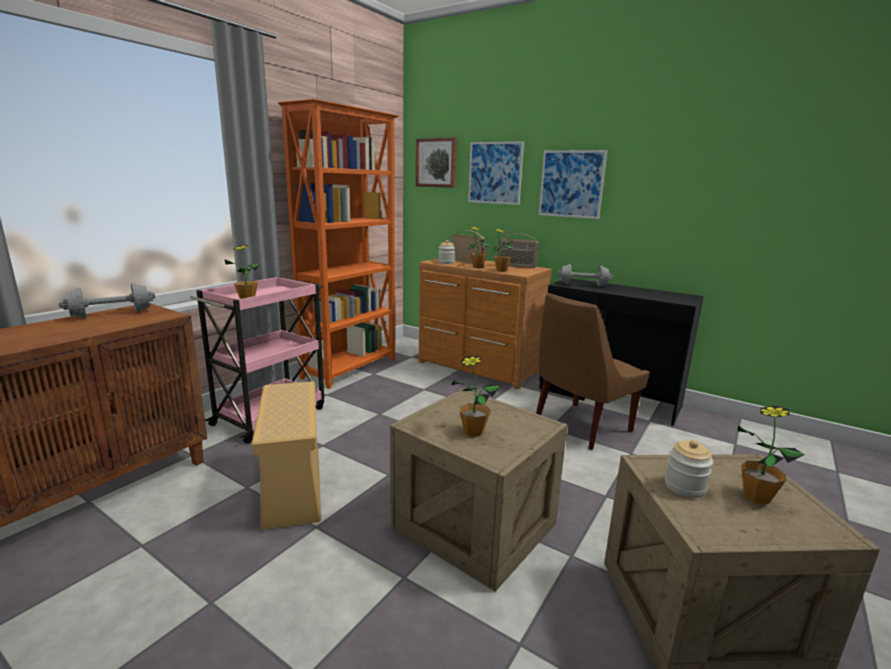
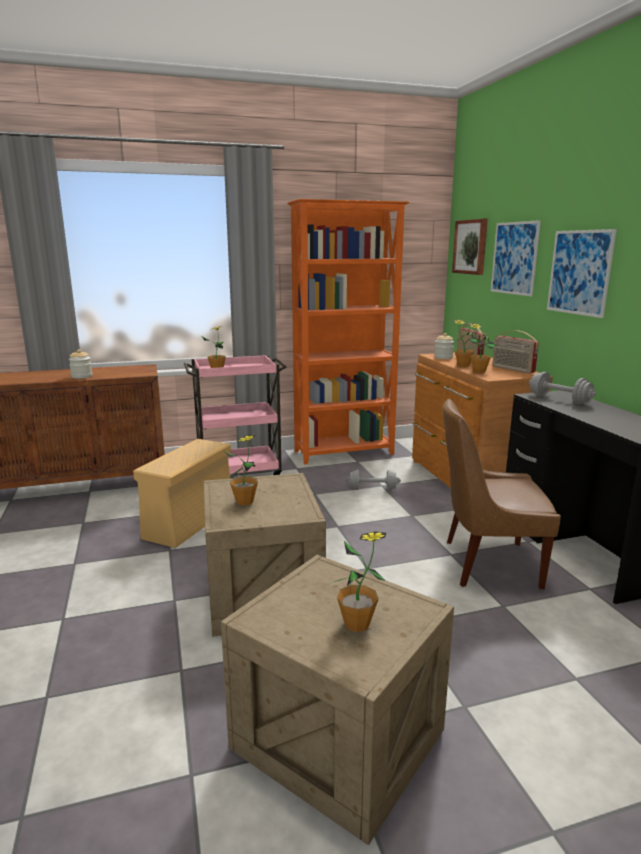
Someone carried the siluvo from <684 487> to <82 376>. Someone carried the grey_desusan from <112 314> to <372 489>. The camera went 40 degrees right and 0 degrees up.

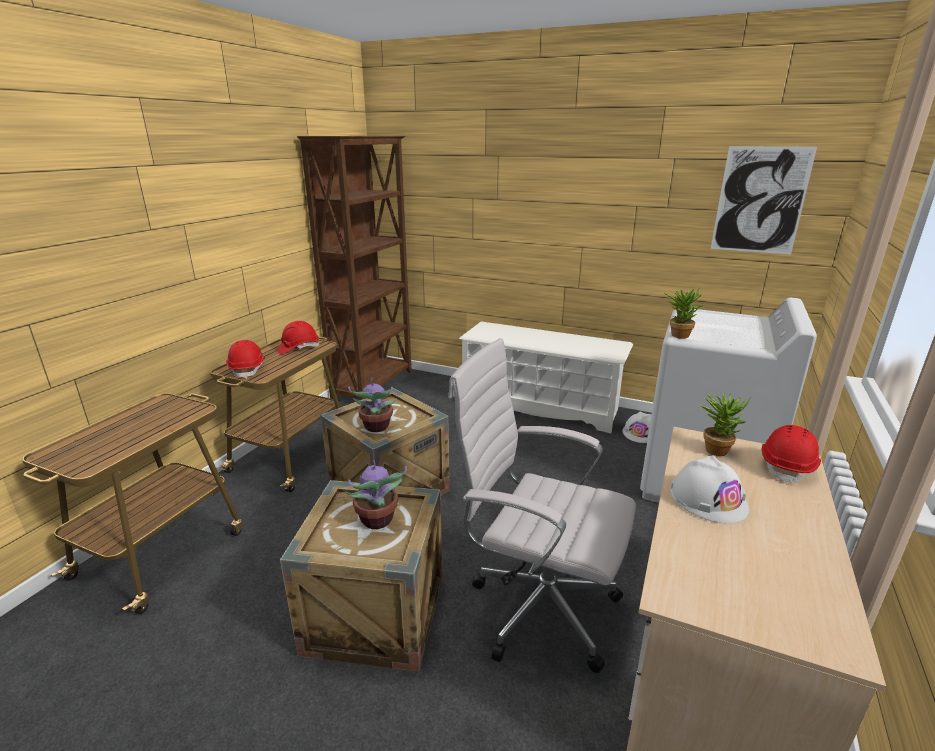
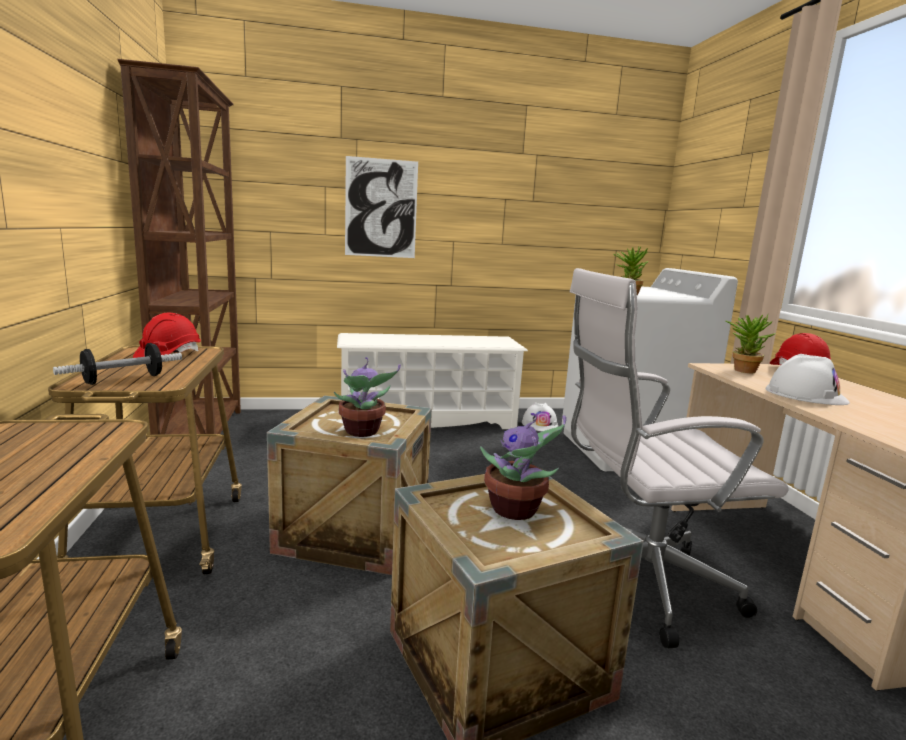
Someone swapped the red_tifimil at <248 369> for the desusan at <123 379>. Someone carried the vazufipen from <760 200> to <381 208>. The camera went 35 degrees left and 10 degrees down.

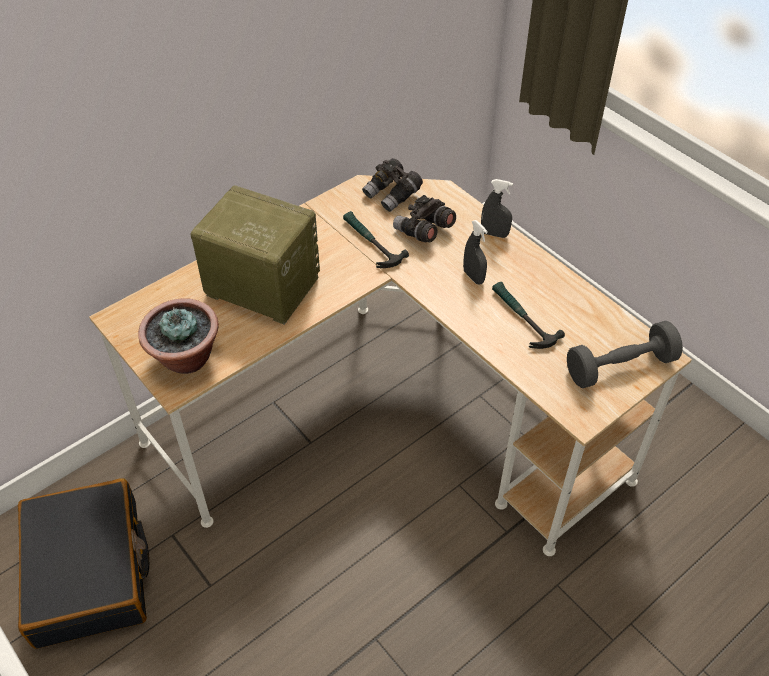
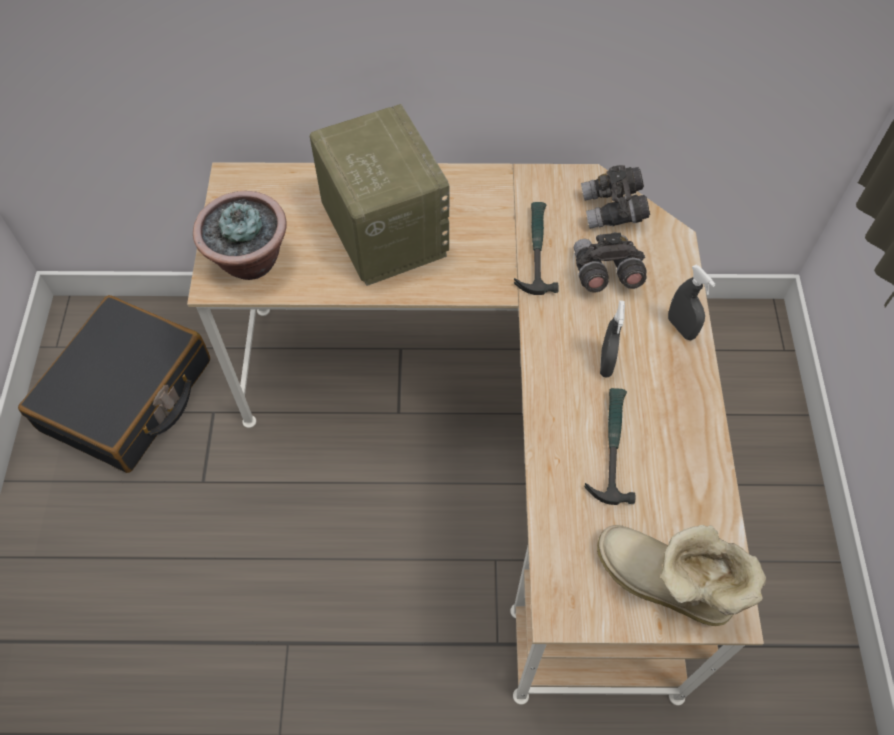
Someone swapped the grey_desusan at <620 367> for the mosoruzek at <665 586>. The camera went 40 degrees right and 10 degrees up.

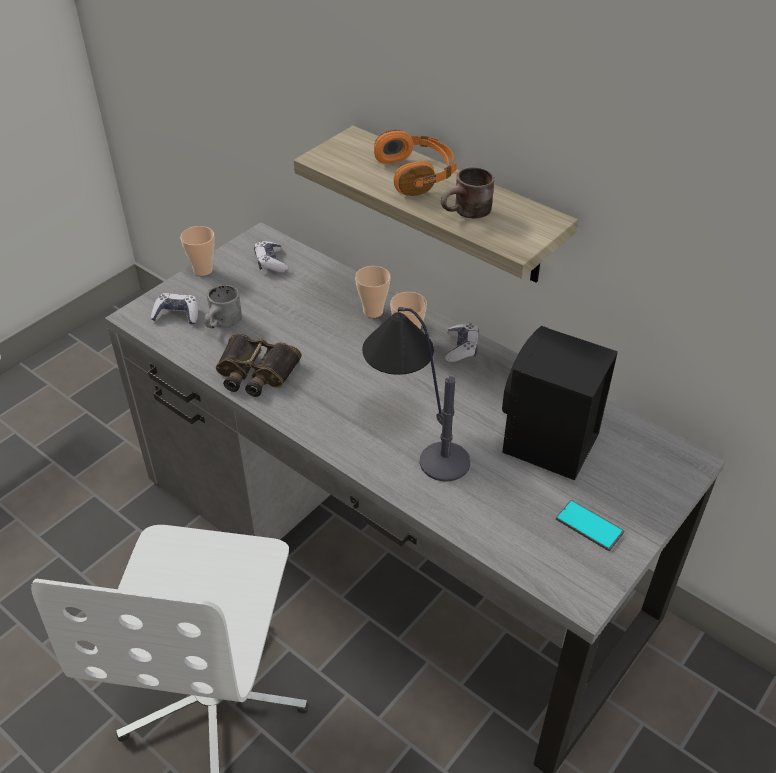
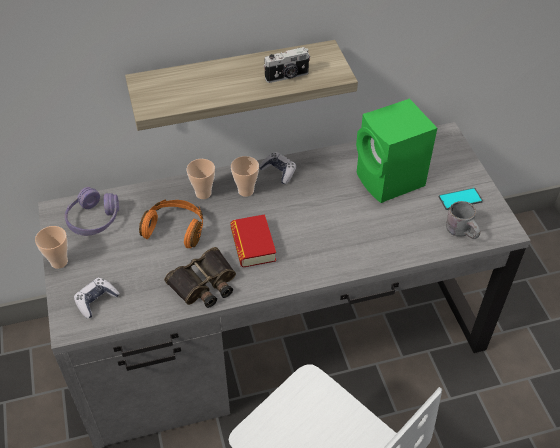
Someone swapped the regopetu at <271 262> for the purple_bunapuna at <93 219>. Someone carried the orange_bunapuna from <417 174> to <175 229>. Someone put down the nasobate at <253 245>. Someone swapped the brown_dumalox at <468 214> for the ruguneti at <287 76>. Someone repainted the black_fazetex at <547 445>, which became the green_fazetex at <390 181>. Someone carried the grey_dumalox from <225 324> to <463 231>. Someone took away the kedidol at <414 430>. The camera went 55 degrees left and 5 degrees up.

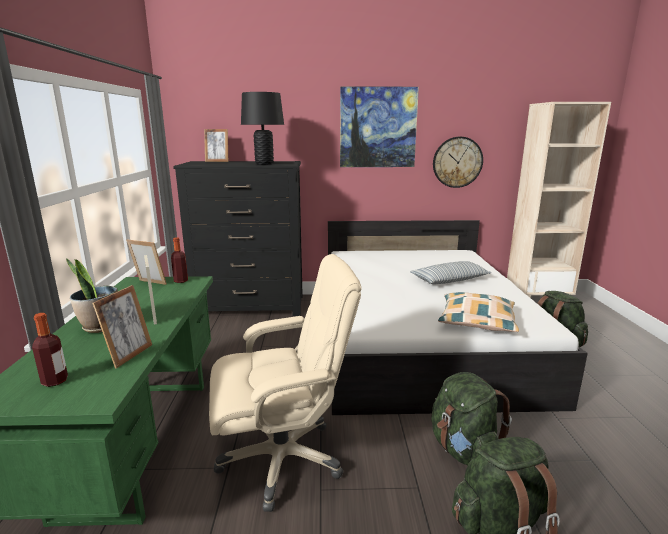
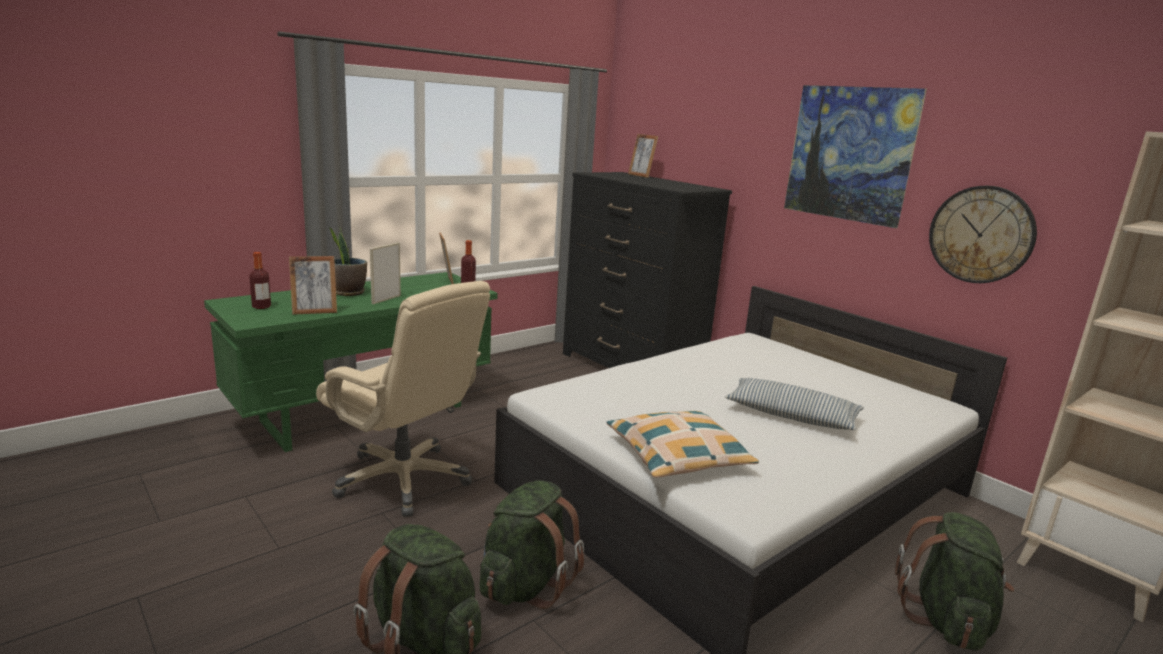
Someone took away the black_kedidol at <264 164>. The camera went 50 degrees right and 0 degrees up.

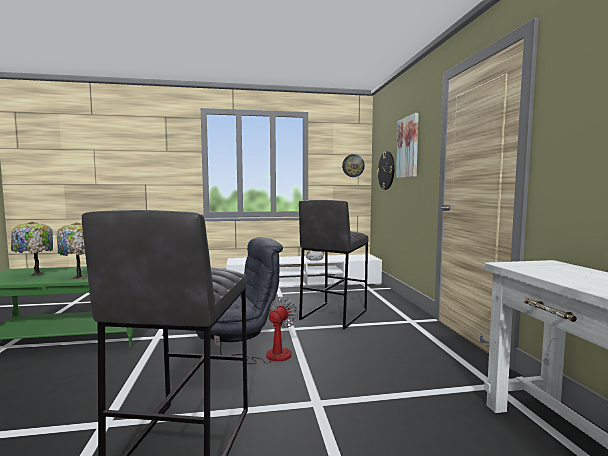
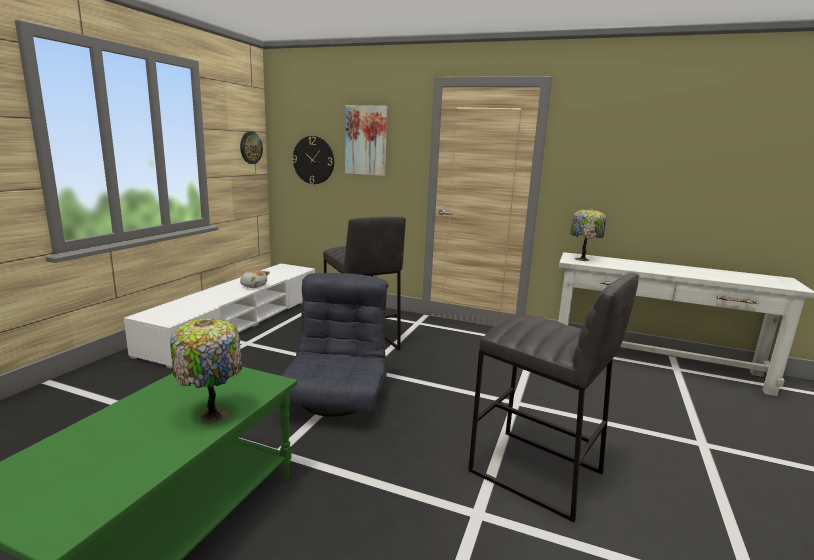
Someone carried the kedidol from <35 275> to <582 259>. Someone took away the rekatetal at <268 356>. The camera went 60 degrees left and 10 degrees up.

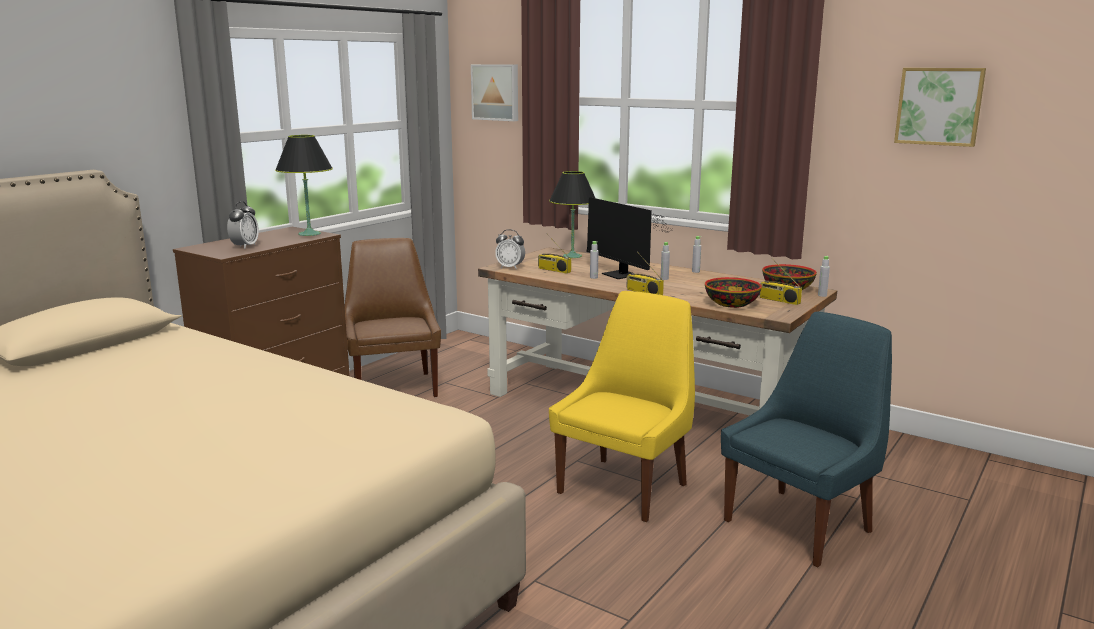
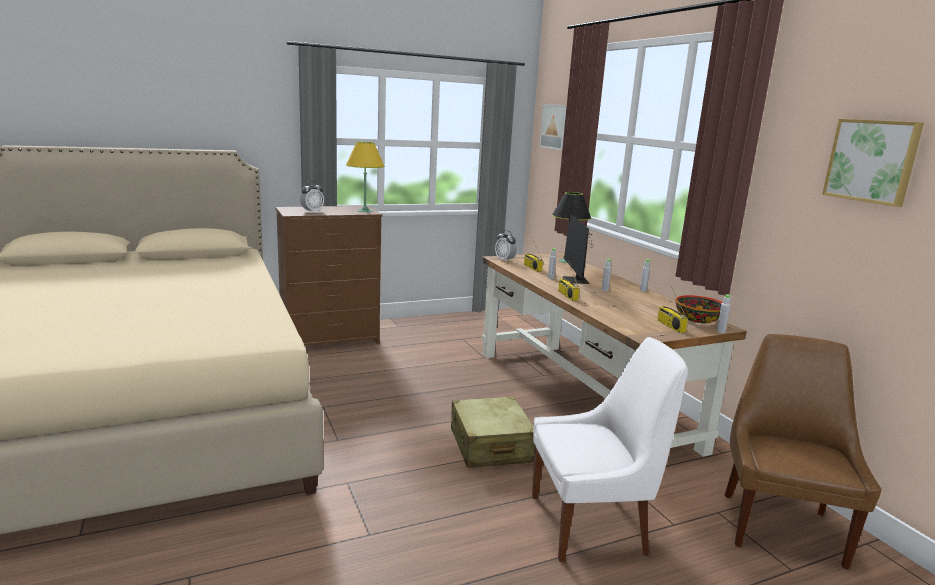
Someone repainted the black_kedidol at <309 234>, which became the yellow_kedidol at <364 211>. Someone swapped the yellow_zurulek at <625 487> for the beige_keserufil at <490 445>. Someone repainted the blue_zurulek at <801 524>, which became the white_zurulek at <592 524>. Someone carried the brown_zurulek from <394 387> to <780 526>. Someone took away the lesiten at <732 304>. The camera went 30 degrees right and 0 degrees up.

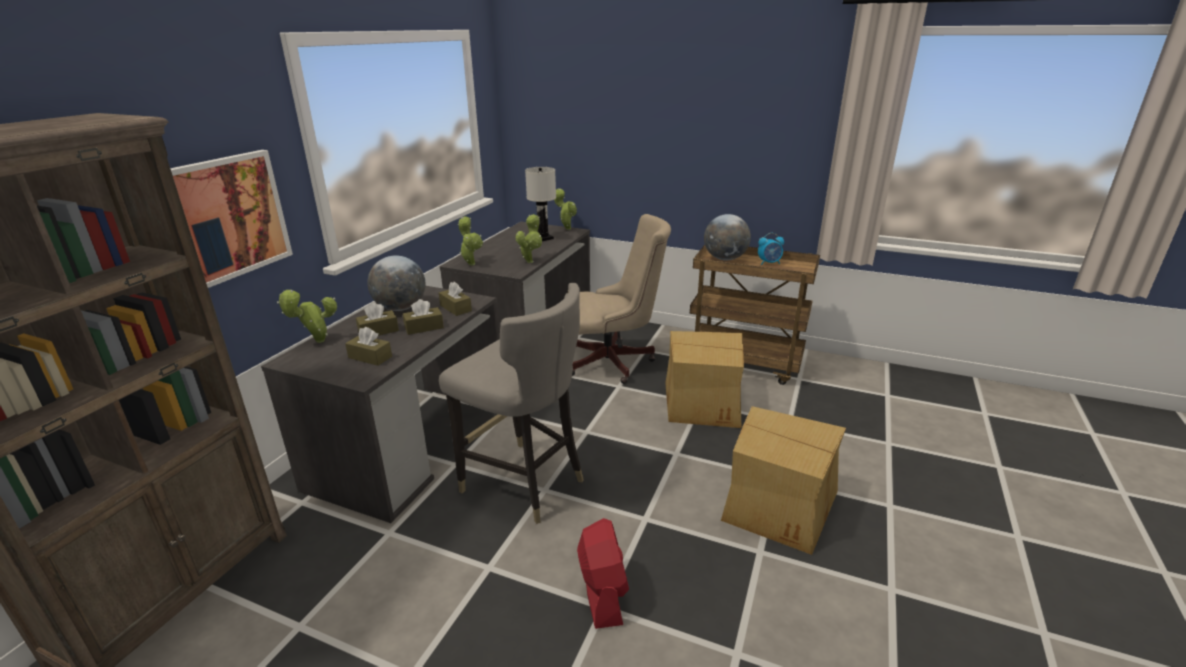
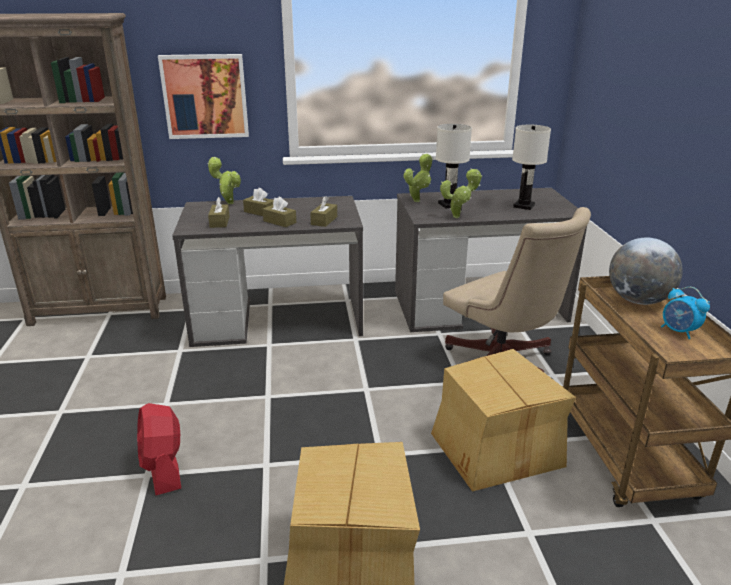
Someone rotated the red_rekatetal at <602 592> by 105 degrees clockwise. Someone put down the white_kedidol at <449 204>. Someone took away the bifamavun at <400 308>. Someone took away the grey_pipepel at <525 484>. Someone took away the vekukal at <567 228>. The camera went 60 degrees right and 0 degrees up.

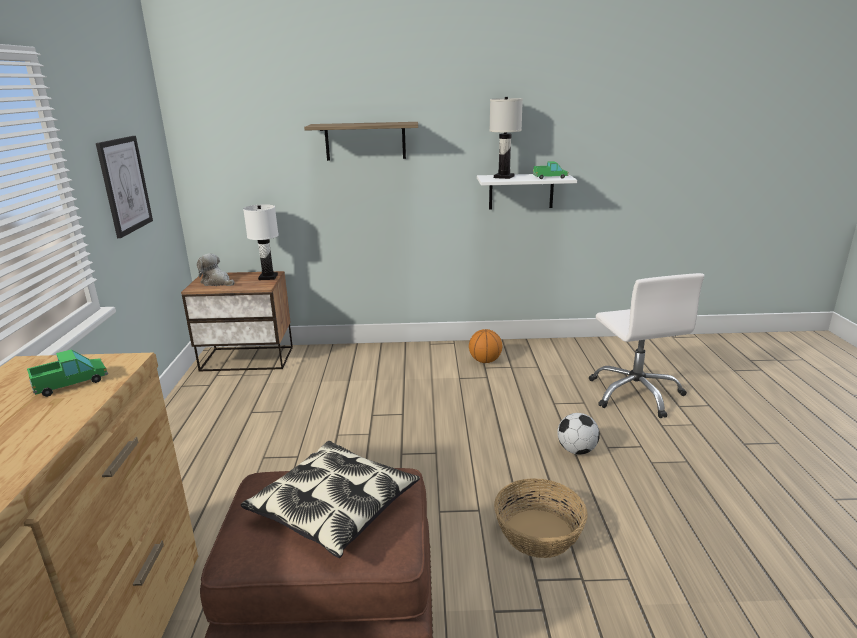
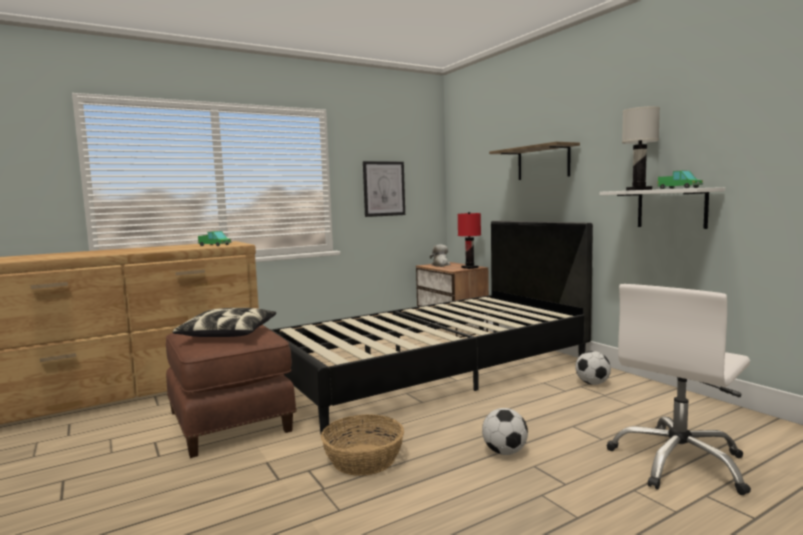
Someone put down the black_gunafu at <433 372>. Someone repainted the white_kedidol at <268 277>, which became the red_kedidol at <470 267>. Someone swapped the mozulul at <485 361> for the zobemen at <592 383>. The camera went 60 degrees right and 15 degrees down.

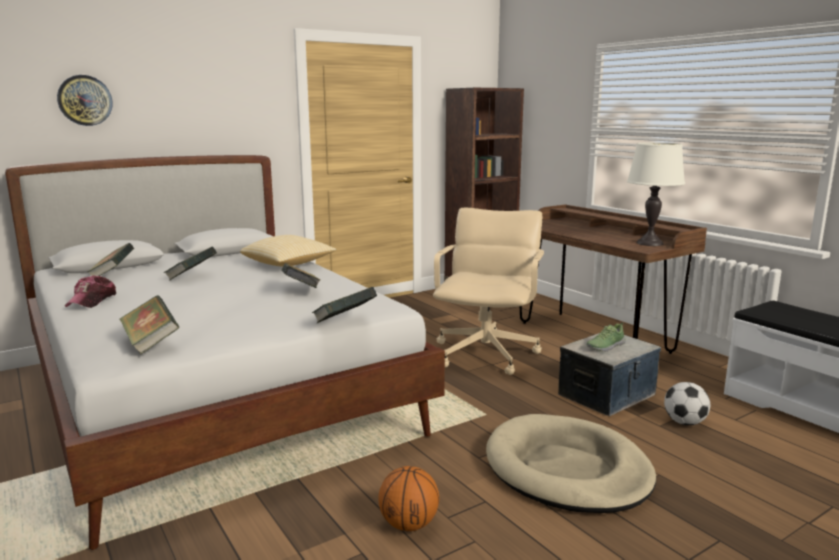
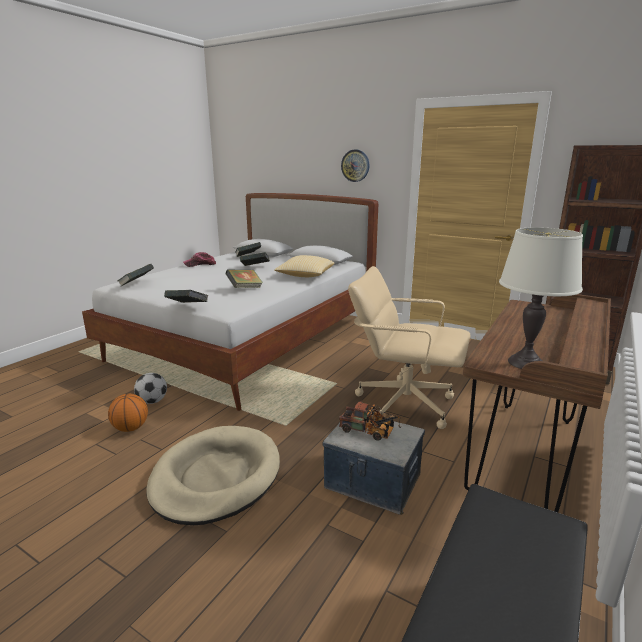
Someone carried the zobemen from <685 422> to <152 401>. Someone swapped the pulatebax at <605 346> for the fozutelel at <369 432>. Someone carried the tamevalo from <85 100> to <355 165>. Someone rotated the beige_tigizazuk at <486 354> by 150 degrees counterclockwise. The camera went 65 degrees right and 5 degrees up.

